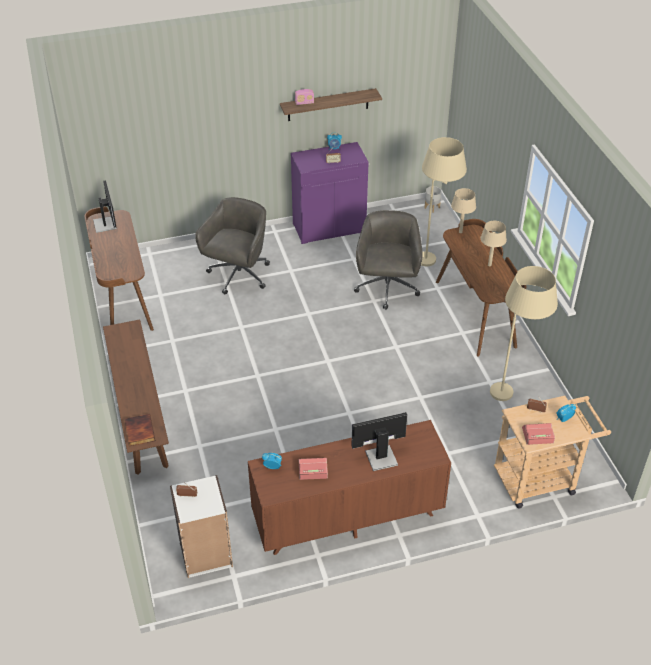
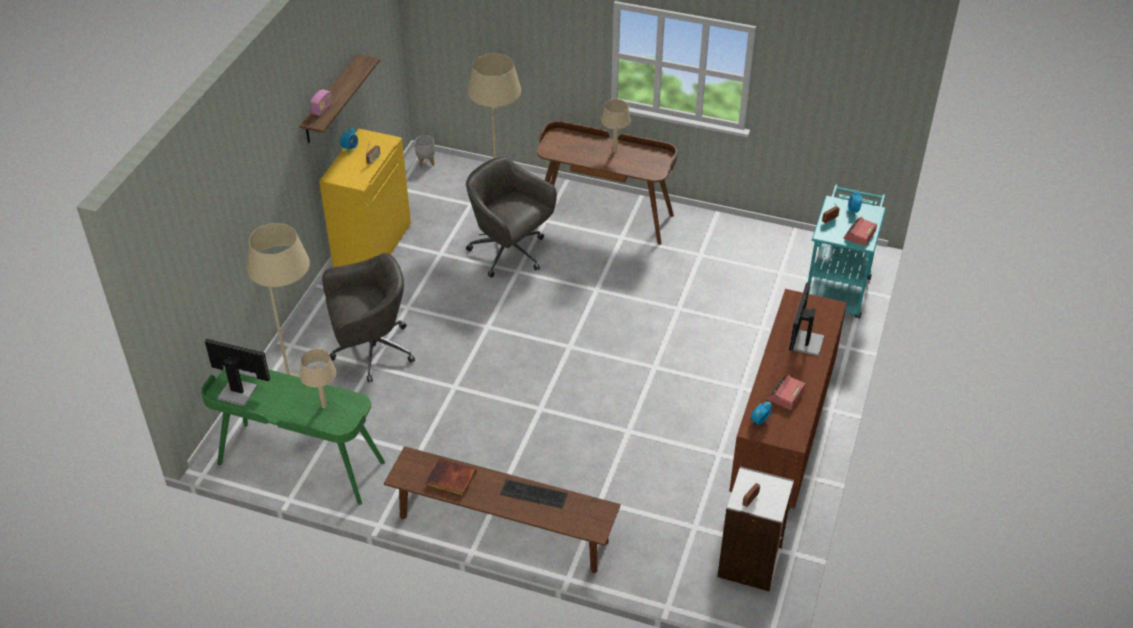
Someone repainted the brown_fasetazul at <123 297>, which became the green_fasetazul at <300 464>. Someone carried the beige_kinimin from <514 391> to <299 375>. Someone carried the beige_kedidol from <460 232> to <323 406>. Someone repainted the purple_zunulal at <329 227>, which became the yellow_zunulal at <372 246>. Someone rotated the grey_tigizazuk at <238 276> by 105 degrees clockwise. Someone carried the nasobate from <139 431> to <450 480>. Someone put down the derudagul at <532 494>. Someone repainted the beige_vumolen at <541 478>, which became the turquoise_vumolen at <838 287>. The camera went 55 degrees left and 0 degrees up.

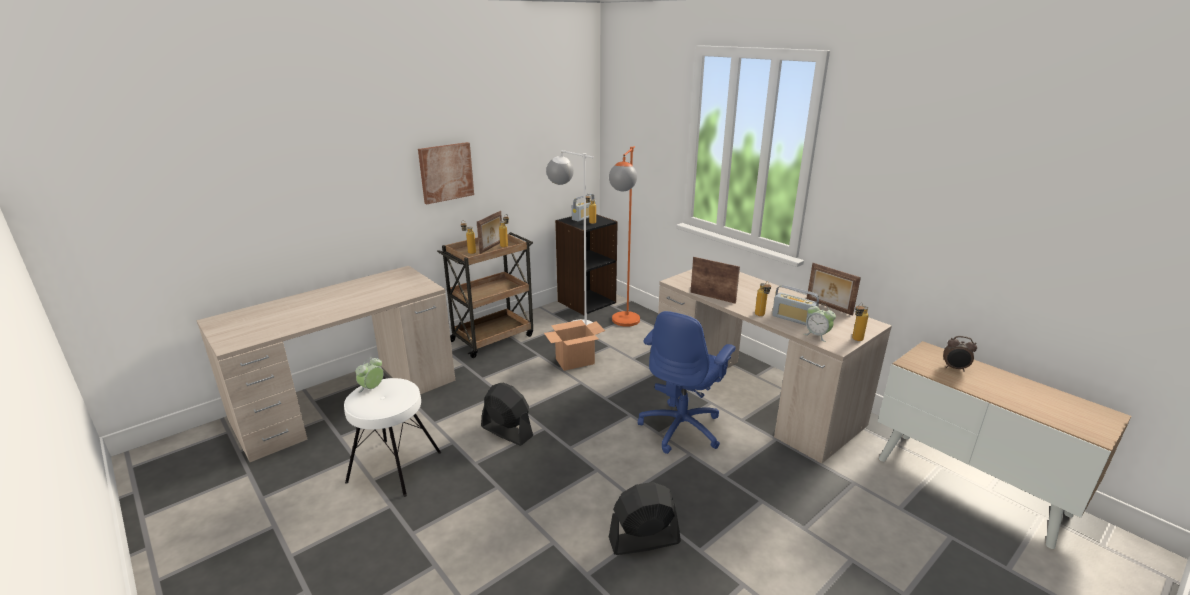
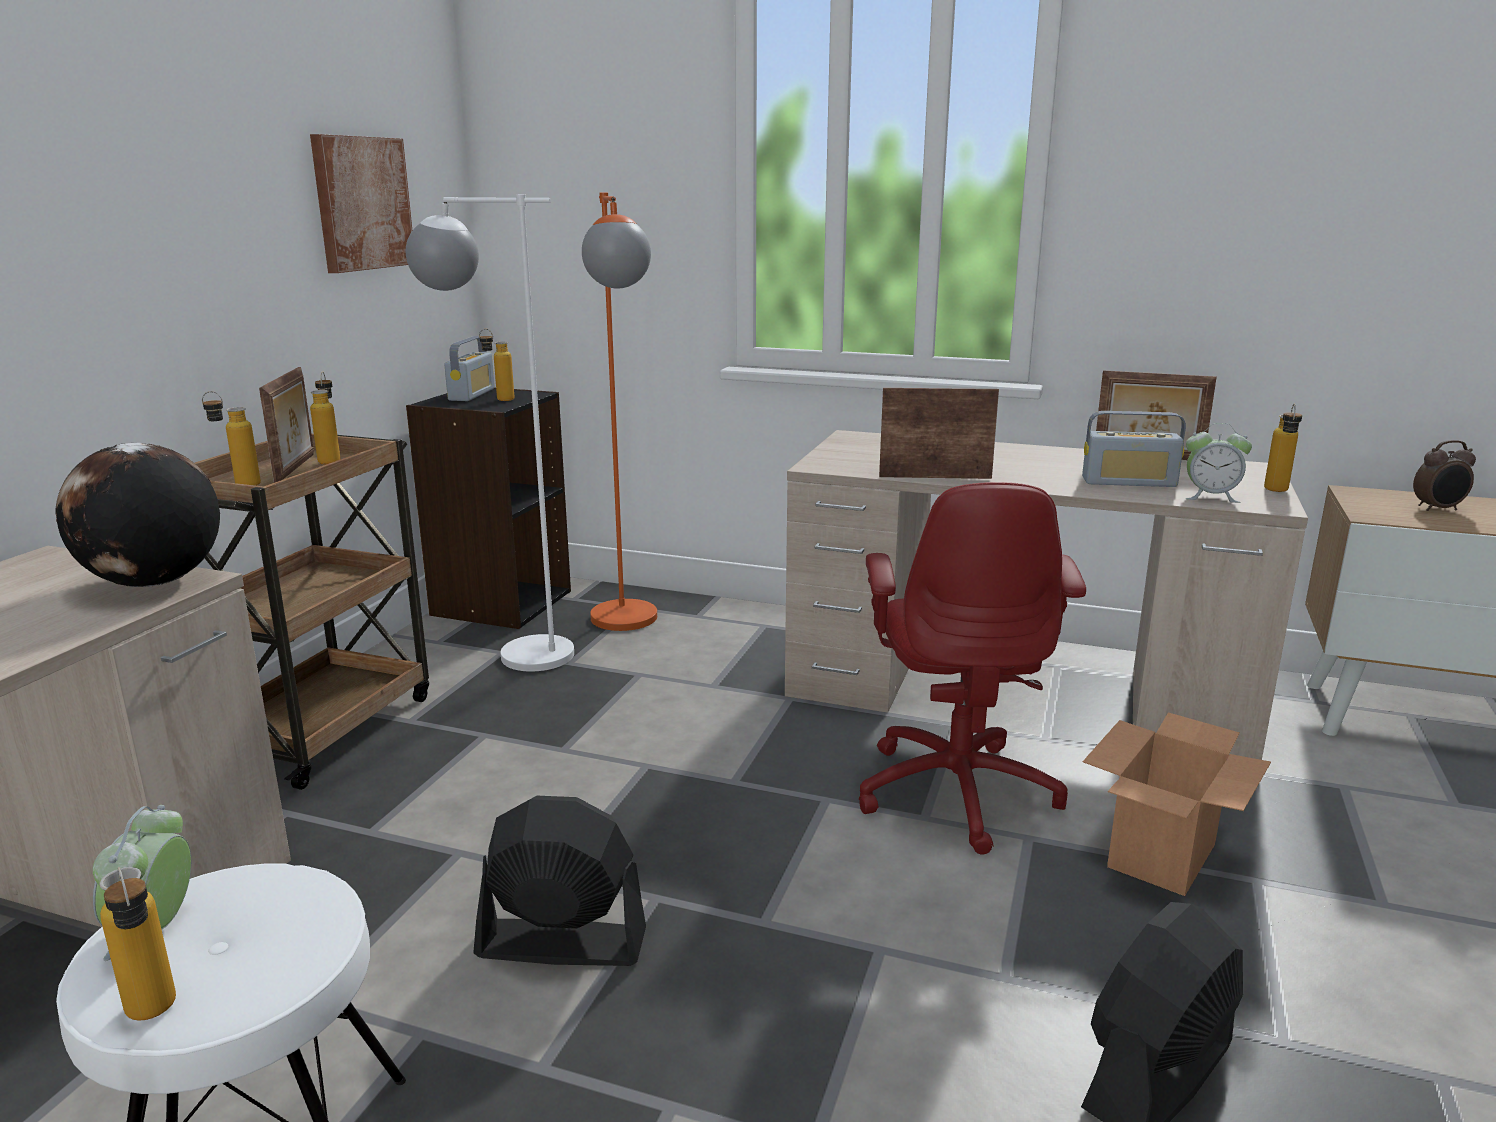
Someone put down the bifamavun at <153 582>. Someone carried the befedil from <761 316> to <154 1017>. Someone carried the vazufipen from <446 172> to <362 203>. Someone repainted the blue_tigizazuk at <682 428>, which became the red_tigizazuk at <957 791>. Someone carried the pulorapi from <574 362> to <1162 856>. The camera went 30 degrees left and 5 degrees down.

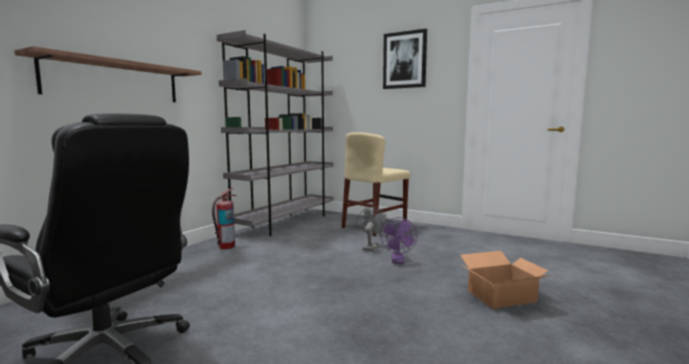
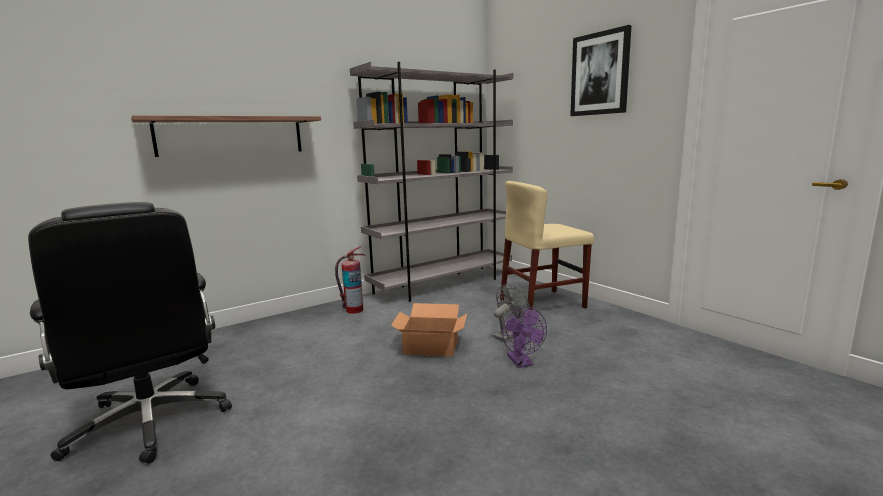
Someone carried the pulorapi from <502 296> to <431 347>. Someone rotated the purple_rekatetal at <398 261> by 45 degrees counterclockwise. The camera went 25 degrees right and 5 degrees up.

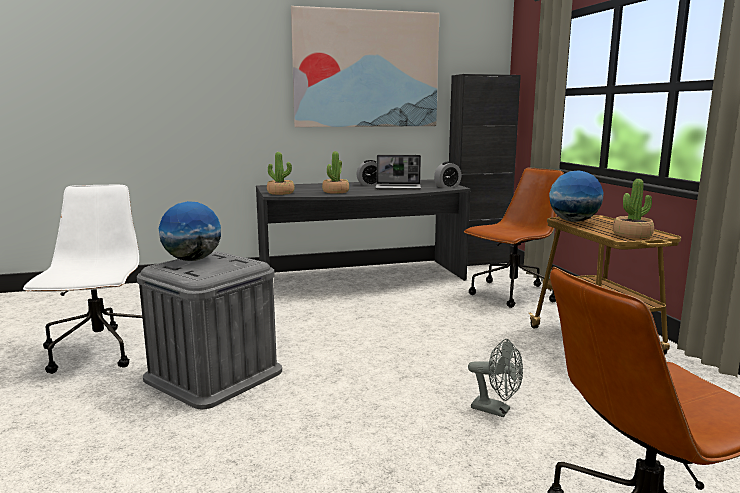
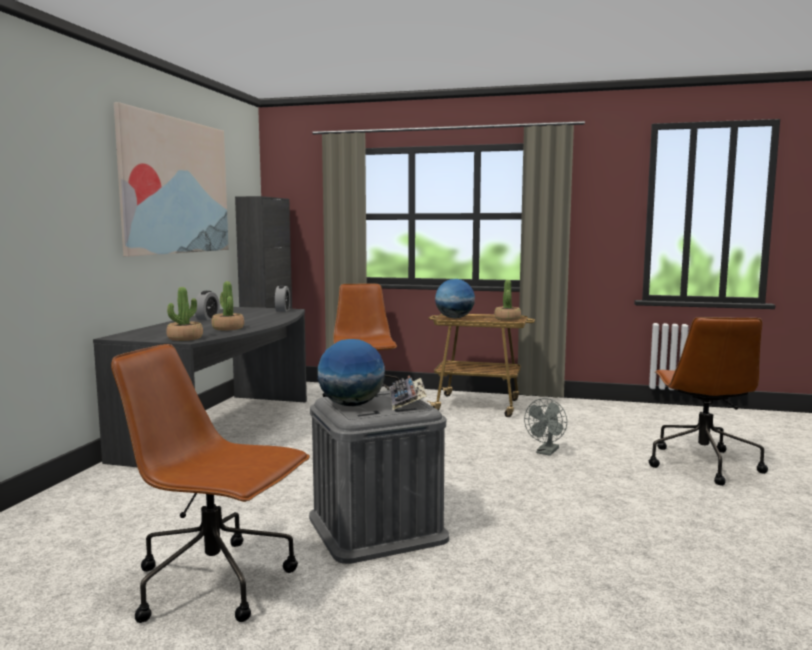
Someone repainted the white_tigizazuk at <100 352>, which became the brown_tigizazuk at <216 583>. Someone put down the derudagul at <408 400>. Someone rotated the grey_rekatetal at <496 410> by 150 degrees clockwise. Someone took away the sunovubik at <398 188>. The camera went 60 degrees left and 5 degrees down.

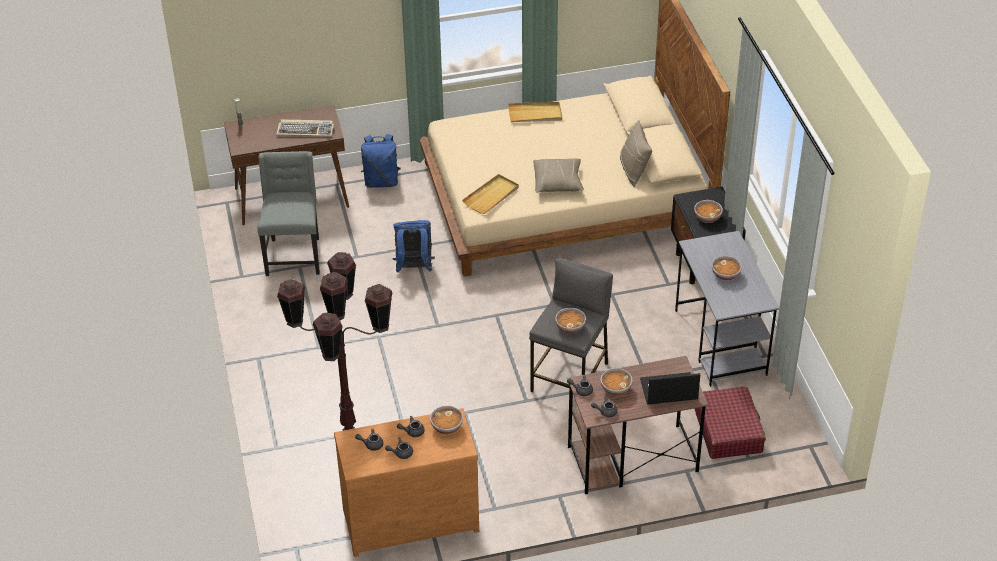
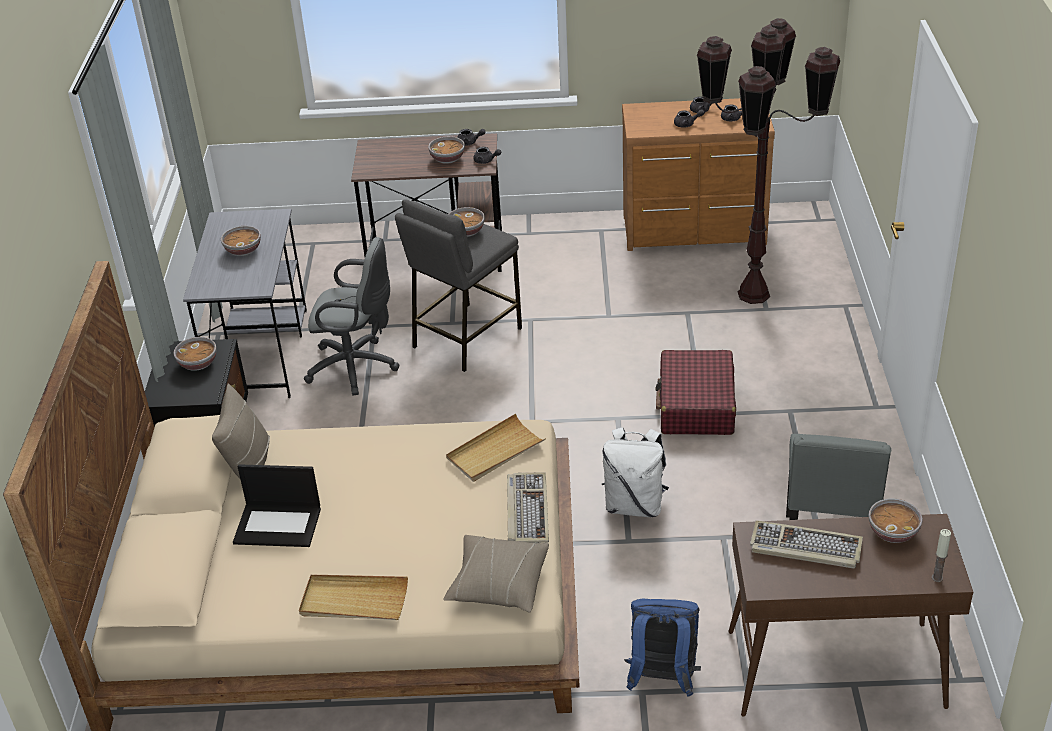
Someone carried the sunovubik from <668 390> to <279 525>. Someone put down the grey_tigizazuk at <357 367>. Someone carried the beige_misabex from <558 182> to <498 584>. Someone put down the derudagul at <526 510>. Someone repainted the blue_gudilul at <414 268>, which became the white_gudilul at <634 505>. Someone carried the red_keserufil from <728 430> to <696 405>. Someone carried the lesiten from <447 427> to <893 532>. The camera went 165 degrees left and 5 degrees down.

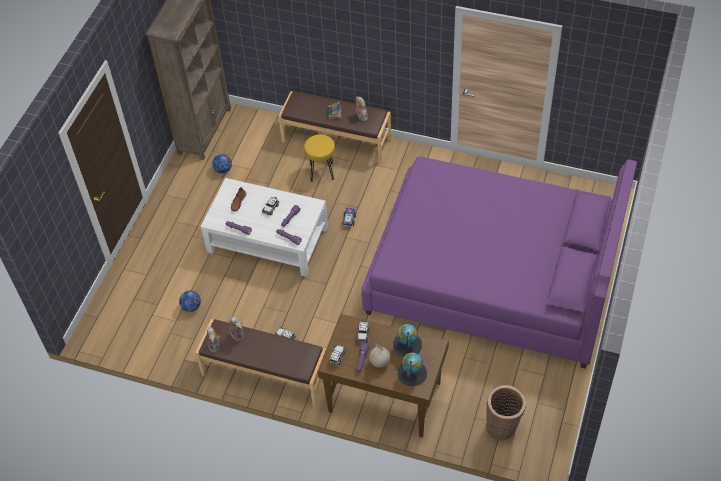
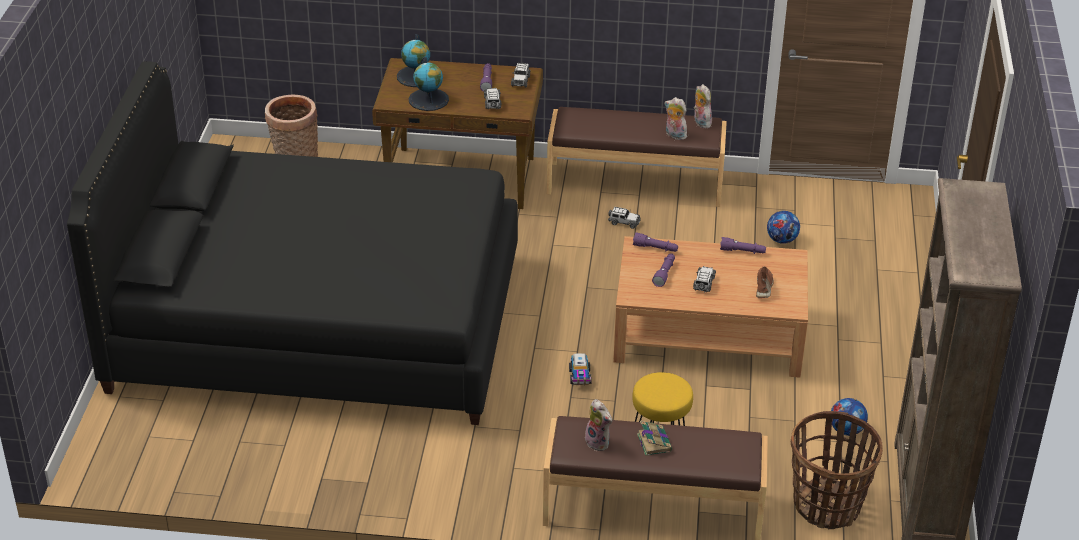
Someone repainted the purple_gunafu at <493 277>, which became the black_gunafu at <317 323>. Someone repainted the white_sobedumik at <268 239>, which became the brown_sobedumik at <707 334>. Someone put down the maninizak at <827 506>. Someone took away the bifamavun at <380 362>. The camera went 165 degrees right and 15 degrees down.

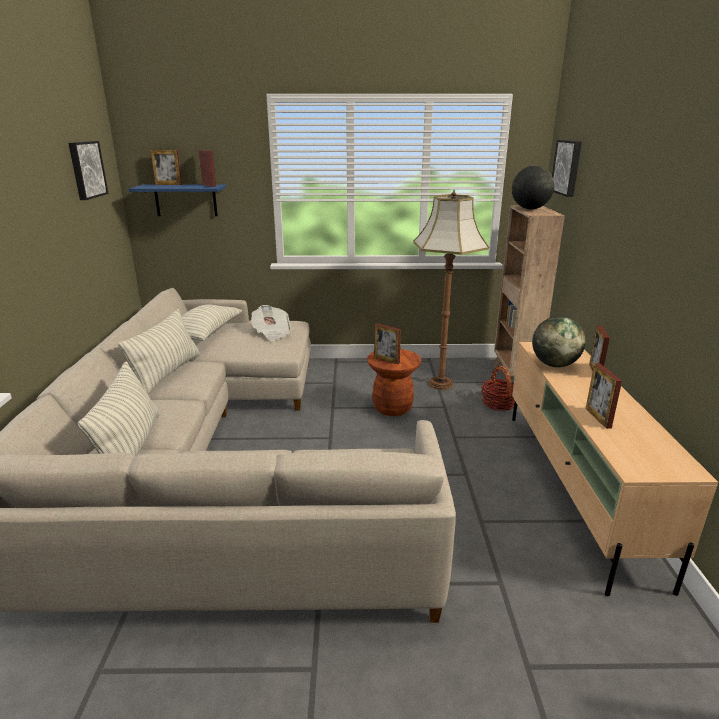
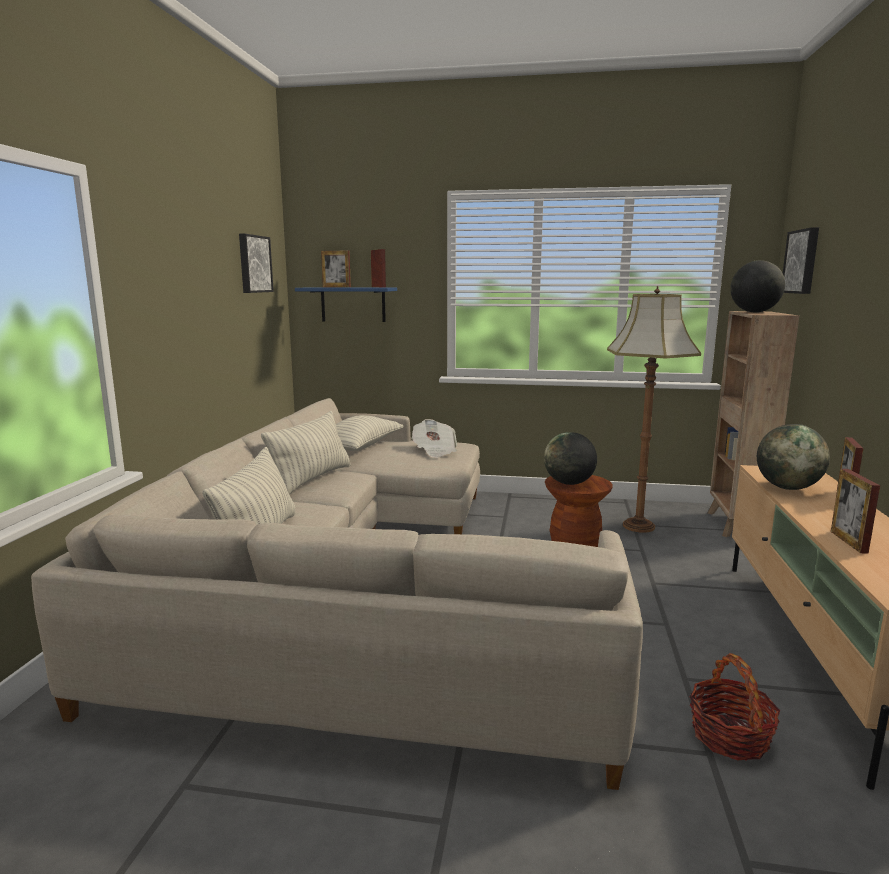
Someone swapped the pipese at <386 360> for the bifamavun at <569 483>. Someone carried the maninizak from <498 403> to <730 736>. The camera went 10 degrees right and 10 degrees down.

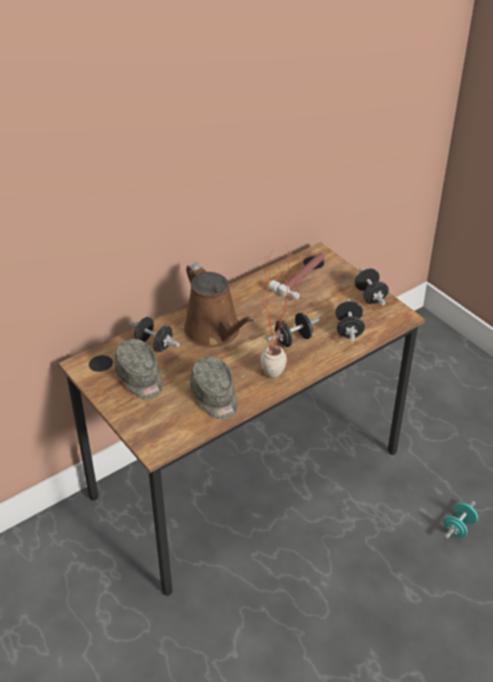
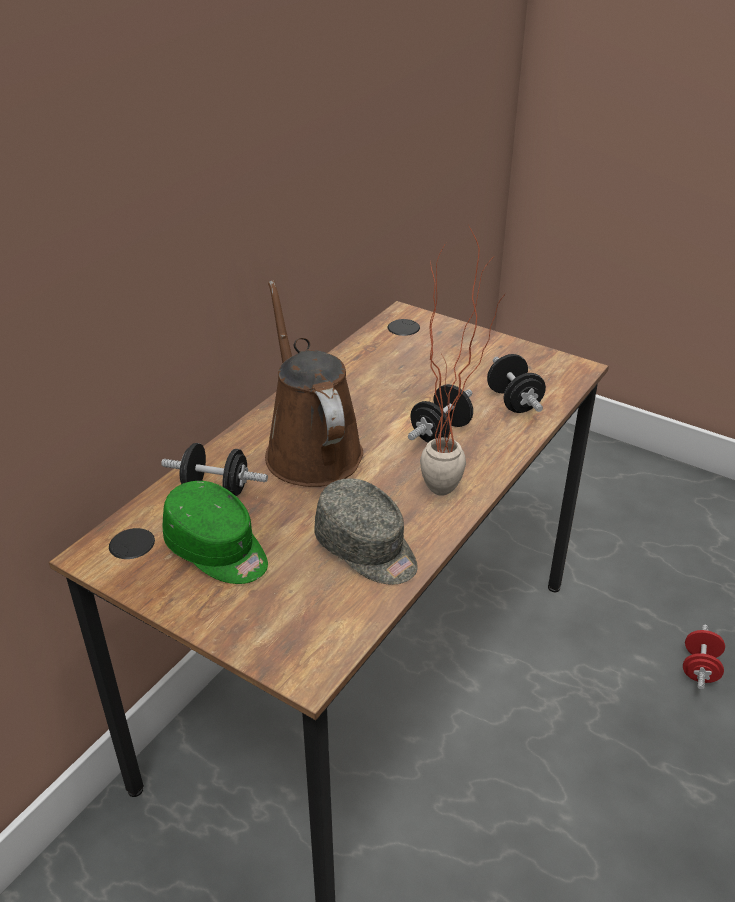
Someone repainted the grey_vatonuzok at <140 378>, which became the green_vatonuzok at <218 551>. Someone rotated the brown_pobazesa at <215 332> by 150 degrees counterclockwise. Someone repainted the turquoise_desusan at <458 527>, which became the red_desusan at <699 668>. Someone took away the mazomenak at <303 277>. Someone took away the black_desusan at <370 296>. The camera went 20 degrees left and 5 degrees down.

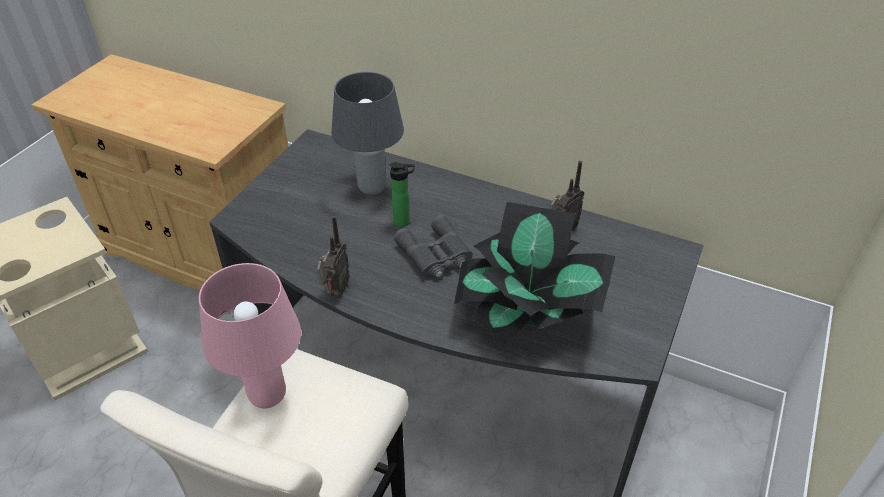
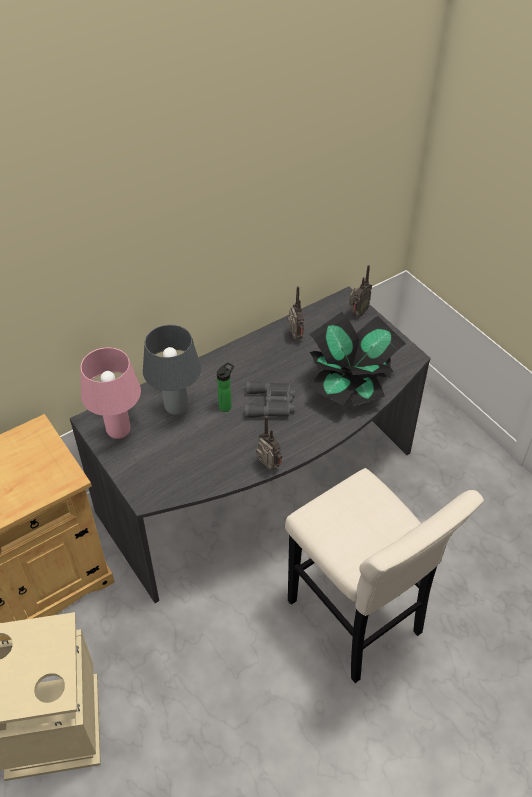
Someone carried the pink_kedidol from <267 396> to <119 432>. Someone put down the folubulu at <357 313>. The camera went 60 degrees left and 5 degrees up.

